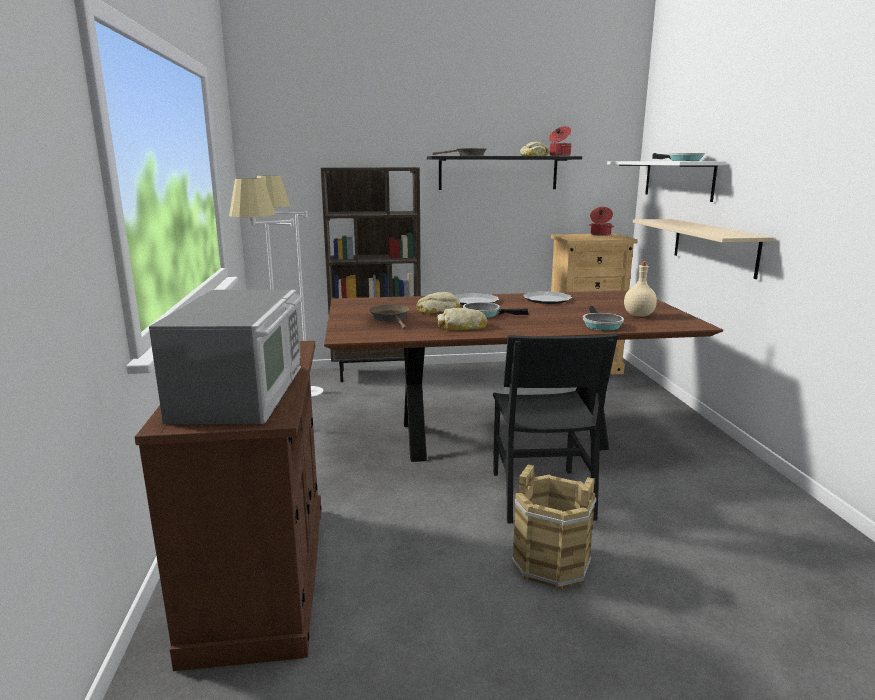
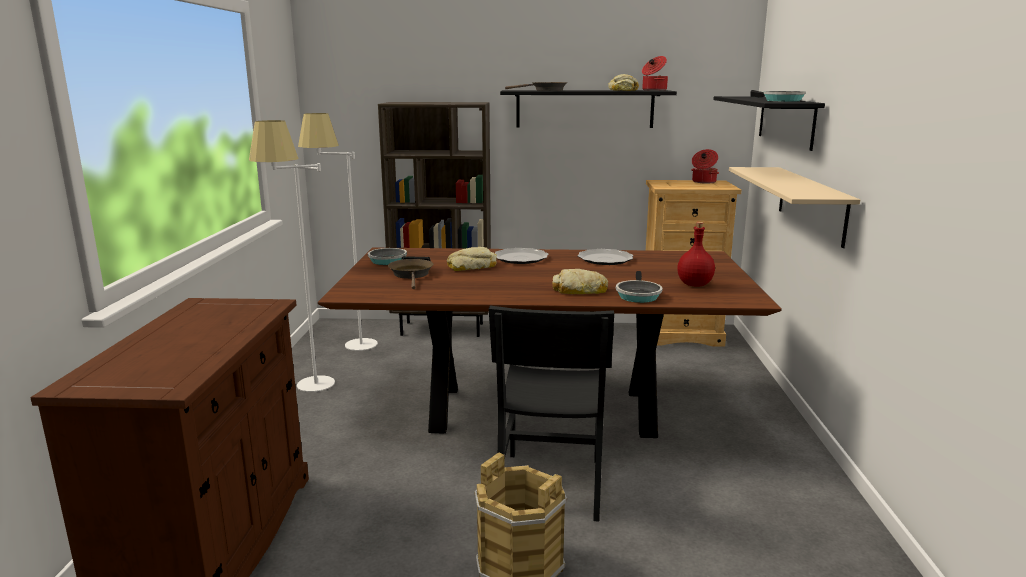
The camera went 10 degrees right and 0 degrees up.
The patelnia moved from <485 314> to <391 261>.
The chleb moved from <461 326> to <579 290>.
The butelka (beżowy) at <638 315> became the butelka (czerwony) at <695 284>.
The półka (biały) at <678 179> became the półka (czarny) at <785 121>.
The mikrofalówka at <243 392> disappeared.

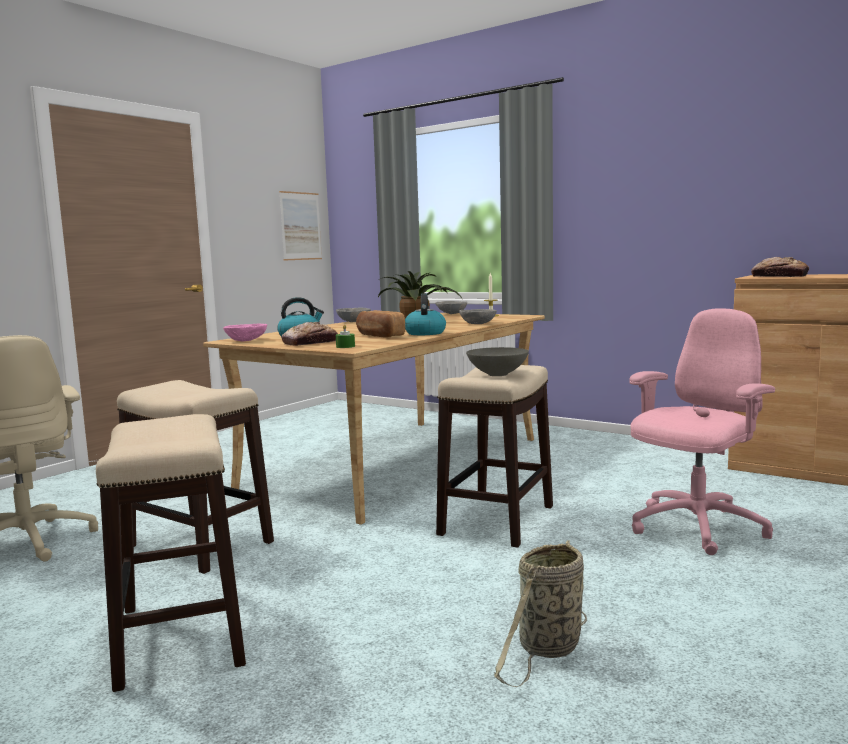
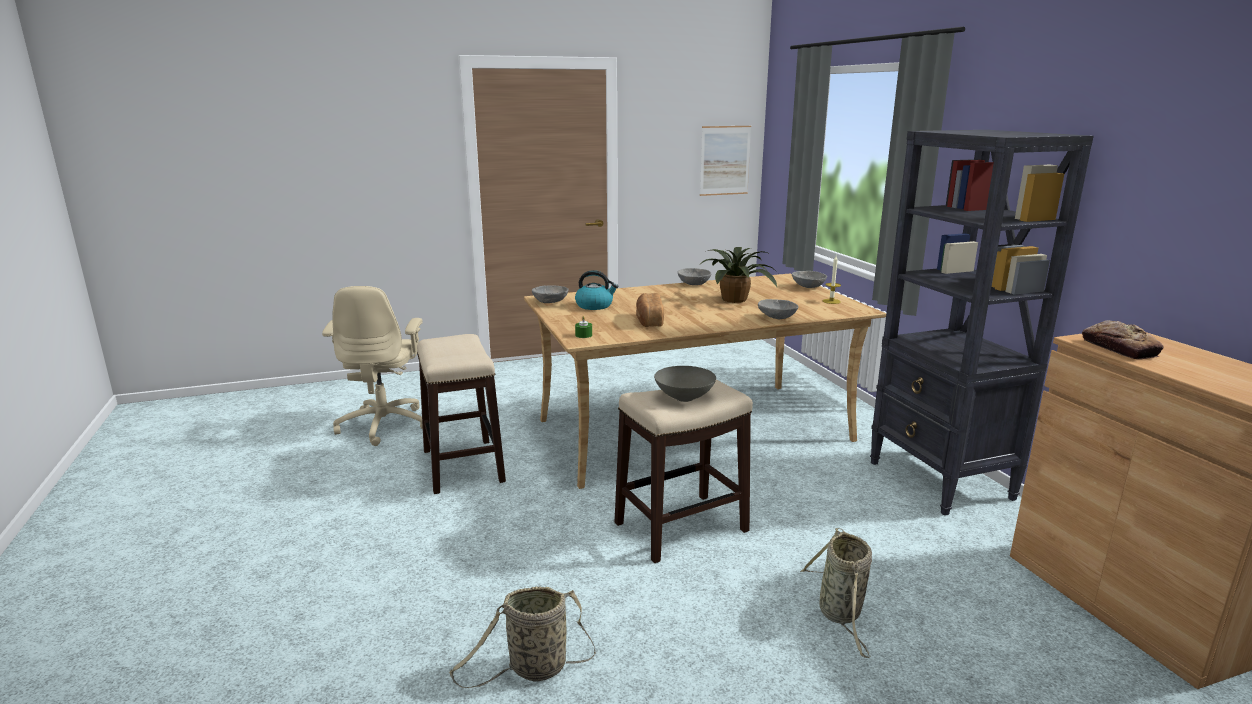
The camera went 35 degrees right and 10 degrees up.
The miska (różowy) at <247 341> became the miska (szary) at <550 302>.
The krzesło biurowe (różowy) at <695 528> was replaced by the koszyk at <840 614>.
The regał (czarny) at <940 481> appeared.
The stołek at <181 635> disappeared.
The chleb at <310 343> disappeared.
The czajnik at <425 333> disappeared.

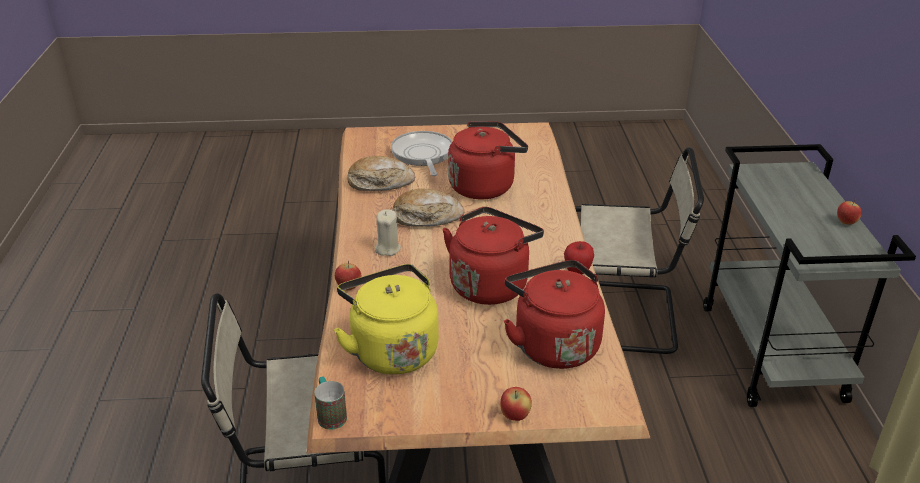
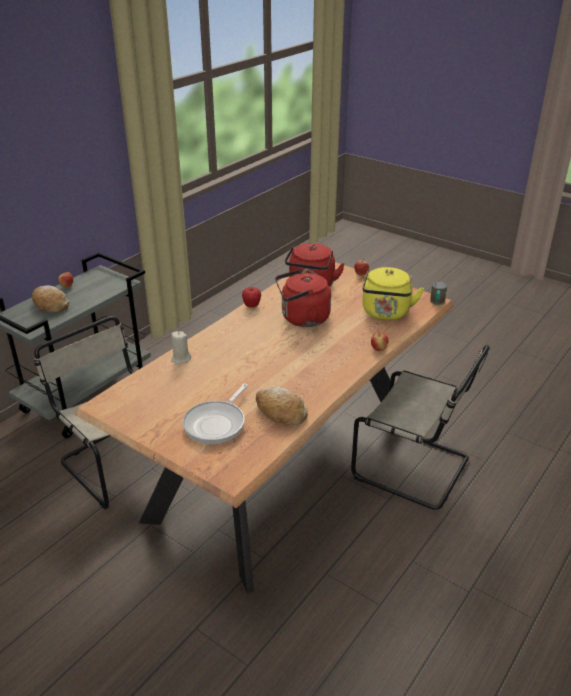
The camera went 140 degrees left and 0 degrees up.
The chleb moved from <427 217> to <50 305>.
The świeca (beżowy) moved from <387 249> to <181 359>.
The czajnik (czerwony) at <485 186> disappeared.

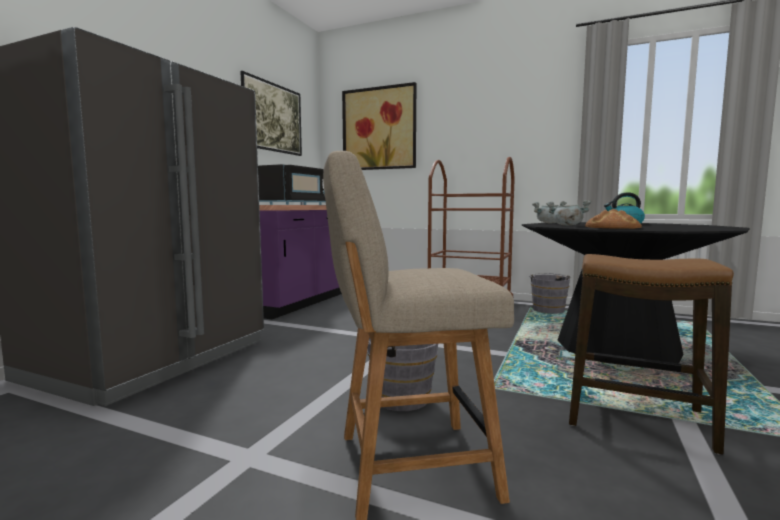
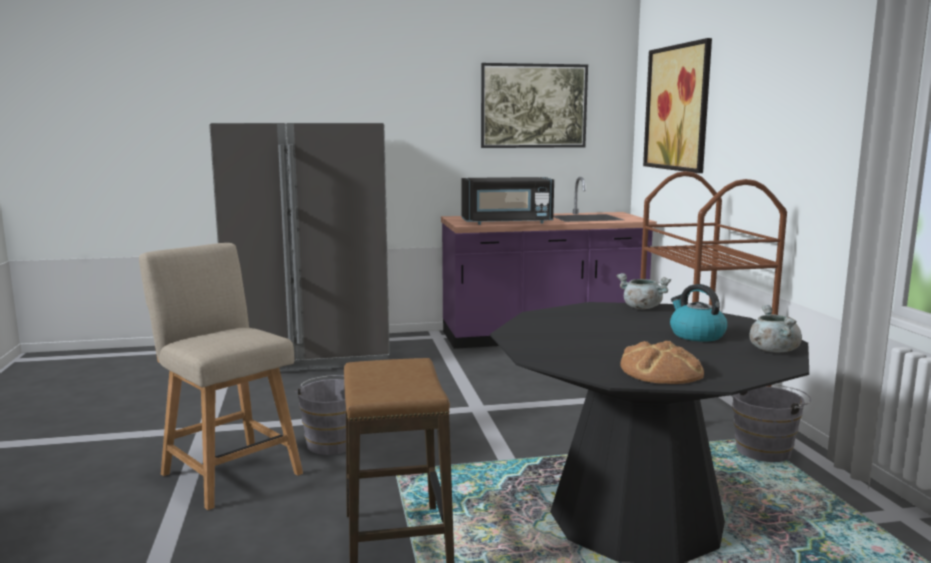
The camera went 55 degrees right and 5 degrees up.
The chleb moved from <612 227> to <660 371>.
The garnek (szary) moved from <566 225> to <772 350>.

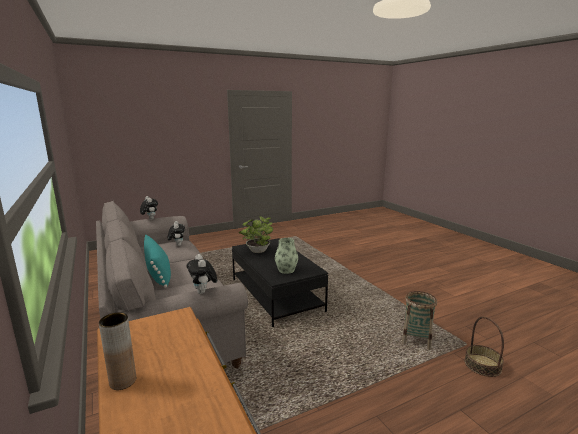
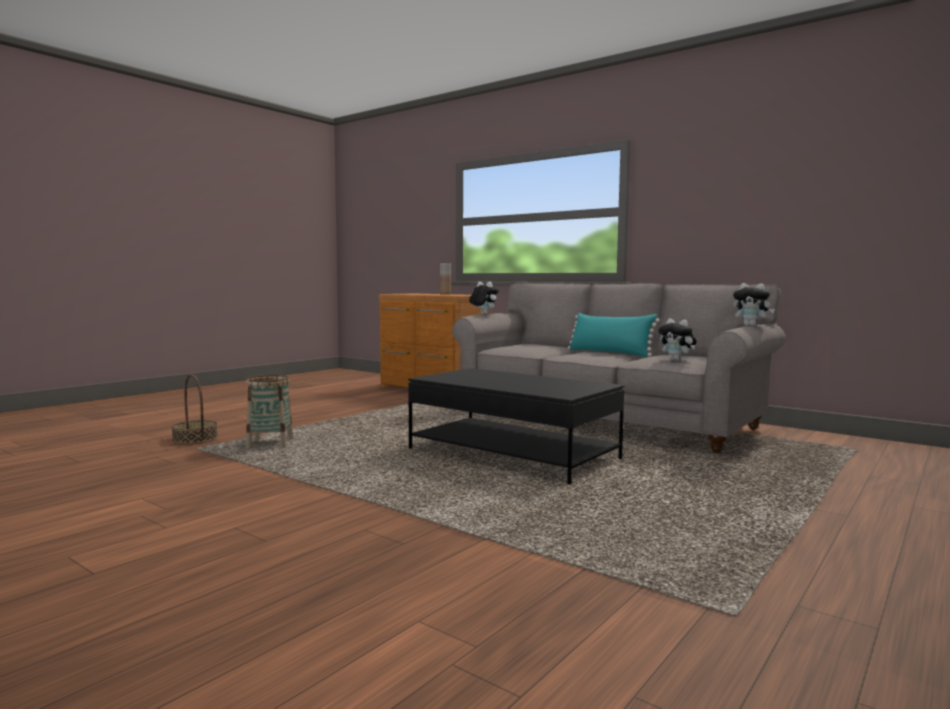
The camera went 155 degrees right and 10 degrees down.
The roślina doniczkowa at <257 252> disappeared.
The wazon at <286 270> disappeared.

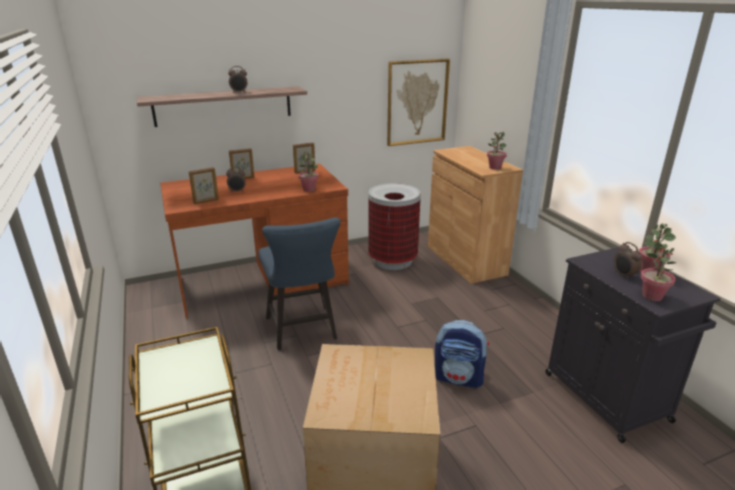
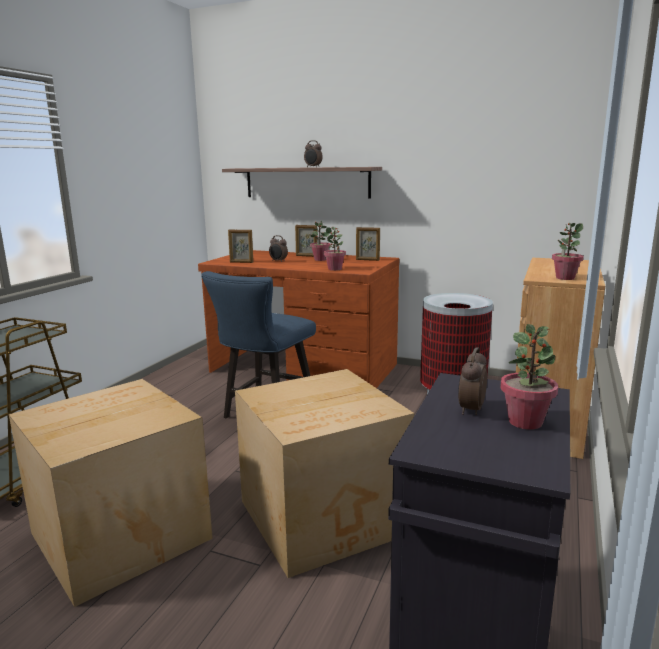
The camera went 45 degrees right and 10 degrees down.
The plecak at <459 378> was replaced by the karton at <324 517>.
The roślina doniczkowa moved from <652 296> to <320 259>.
The obraz at <417 102> disappeared.

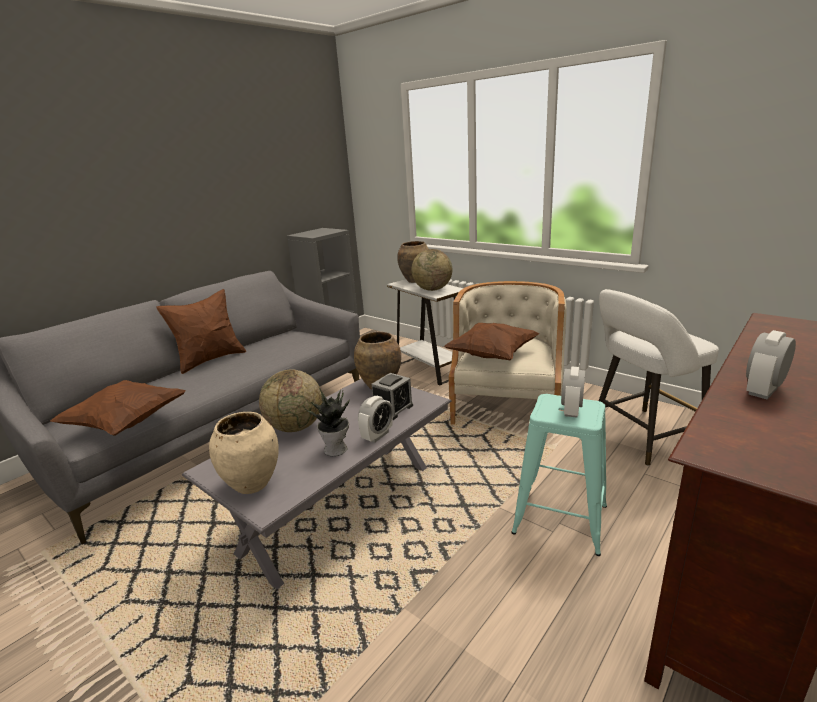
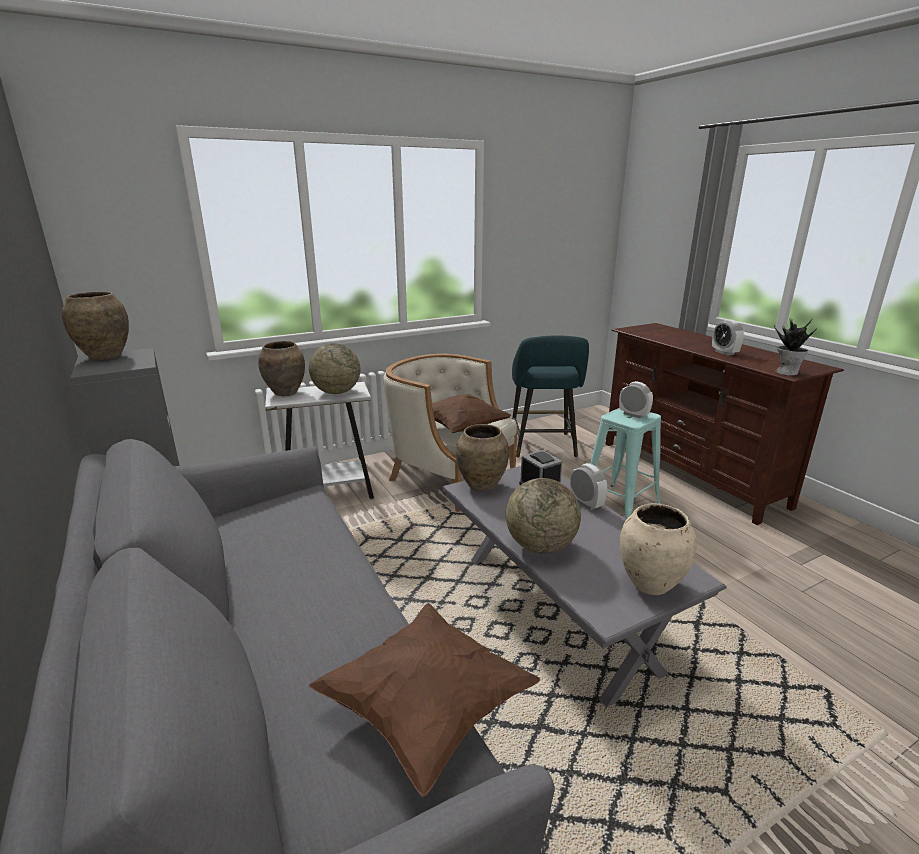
The camera went 70 degrees left and 0 degrees up.
The wazon (brązowy) at <105 357> appeared.
The stołek (biały) at <640 437> became the stołek (turkusowy) at <543 447>.
The roślina doniczkowa moved from <336 449> to <786 372>.
The poduszka (brązowy) at <210 360> disappeared.

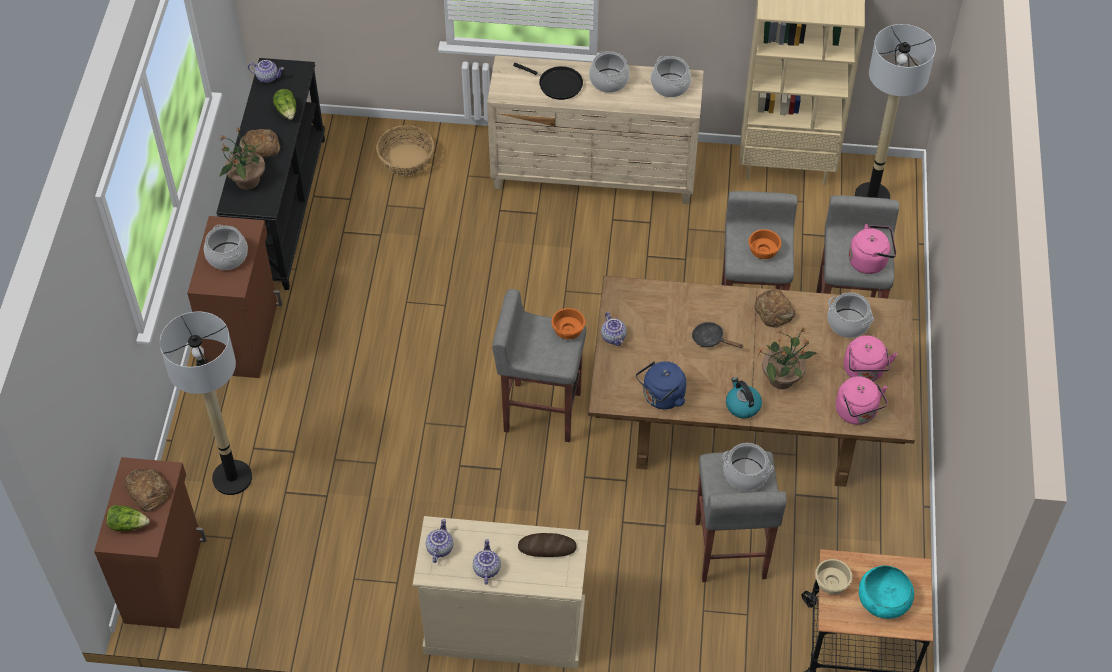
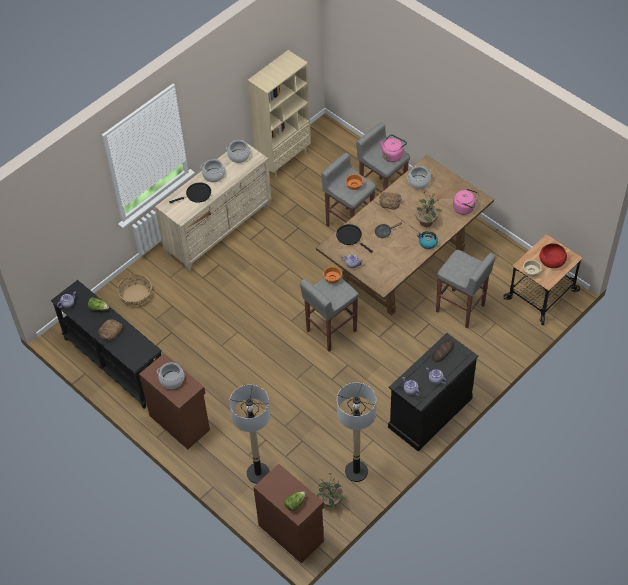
The camera went 50 degrees left and 0 degrees up.
The roślina doniczkowa moved from <247 181> to <330 501>.
The patelnia (czarny) at <350 237> appeared.
The lampa stojąca moved from <871 197> to <356 471>.
The komoda (beżowy) at <504 627> became the komoda (czarny) at <429 412>.
The miska (turkusowy) at <884 599> became the miska (czerwony) at <552 260>.
The chleb at <147 491> disappeared.
The czajnik (niebieski) at <661 397> disappeared.
The garnek at <746 474> disappeared.
The czajnik (różowy) at <864 372> disappeared.

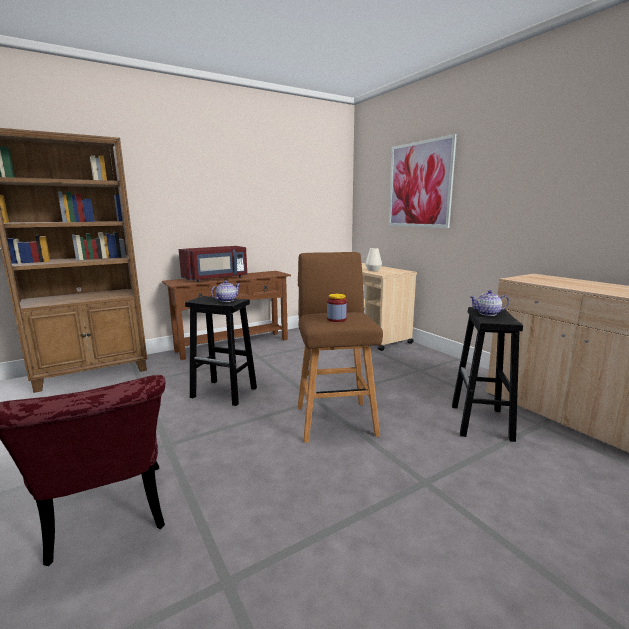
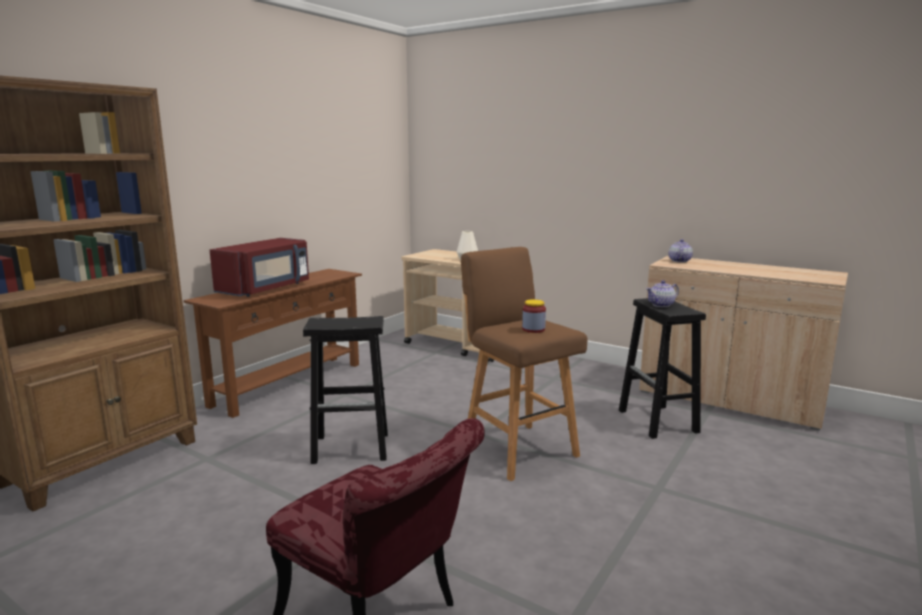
The camera went 25 degrees left and 0 degrees up.
The imbryk moved from <226 300> to <679 261>.
The obraz at <419 185> disappeared.

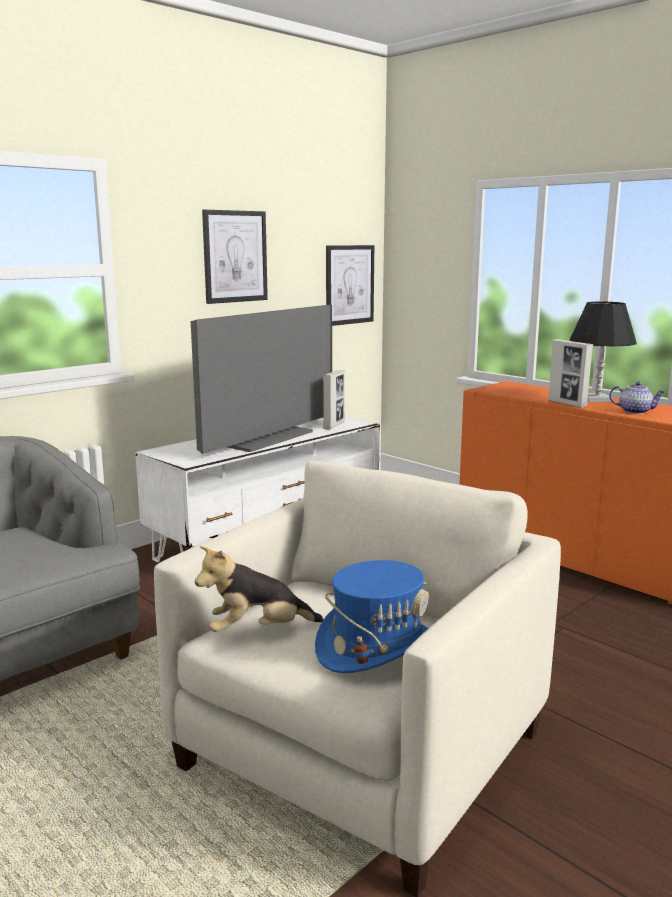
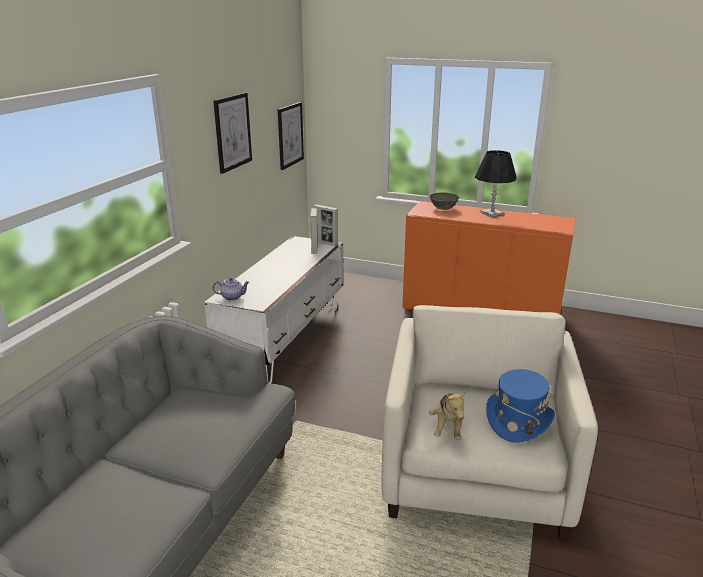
The camera went 25 degrees left and 10 degrees up.
The imbryk moved from <635 411> to <232 297>.
The ramka na zdjęcie moved from <567 404> to <326 243>.
The miska (szary) at <443 208> appeared.
The pluszak at <257 631> turned 45 degrees counterclockwise.
The telewizor at <265 437> disappeared.

